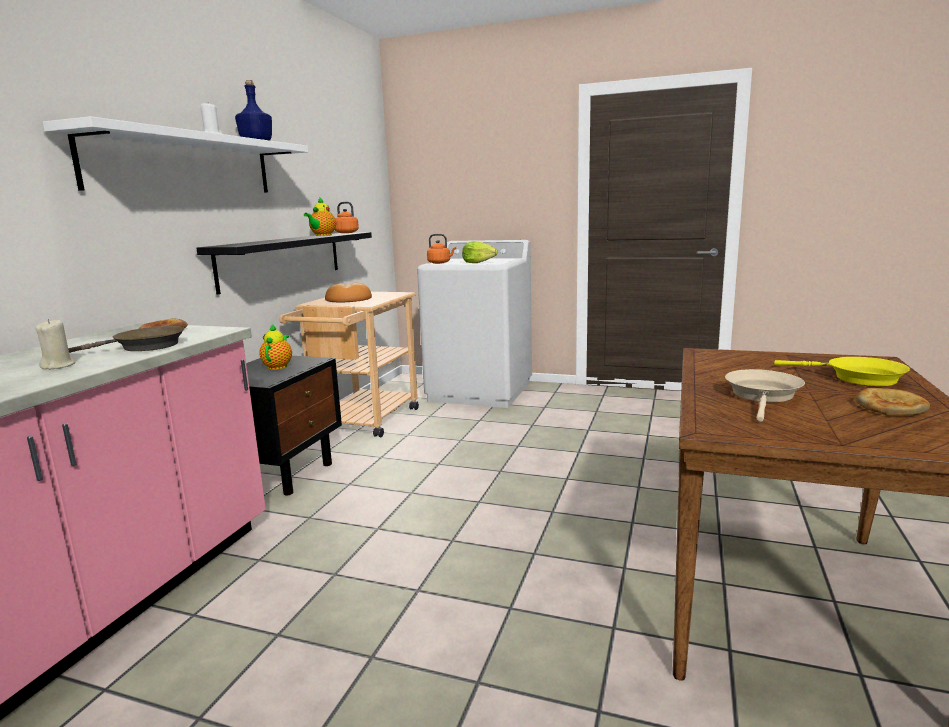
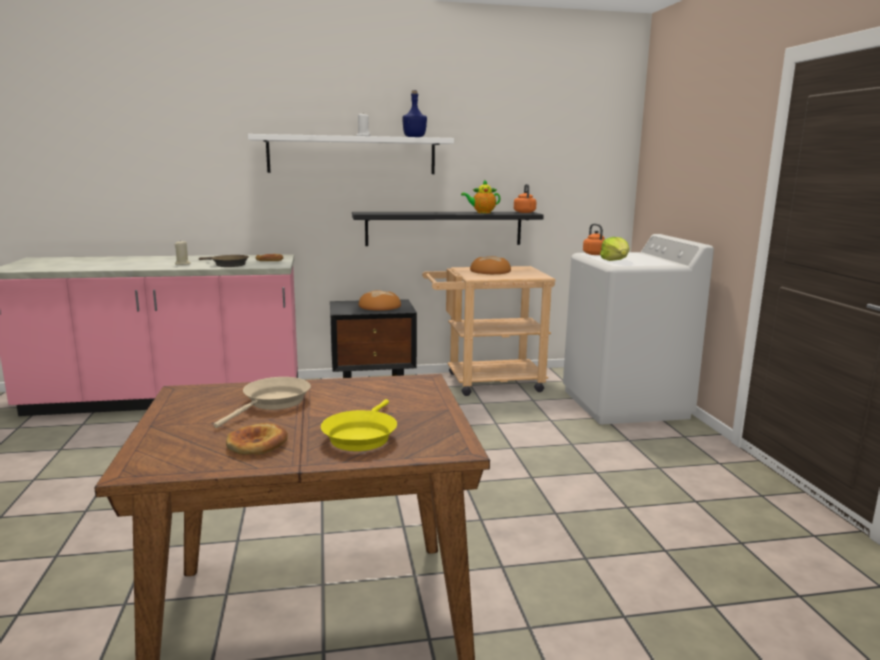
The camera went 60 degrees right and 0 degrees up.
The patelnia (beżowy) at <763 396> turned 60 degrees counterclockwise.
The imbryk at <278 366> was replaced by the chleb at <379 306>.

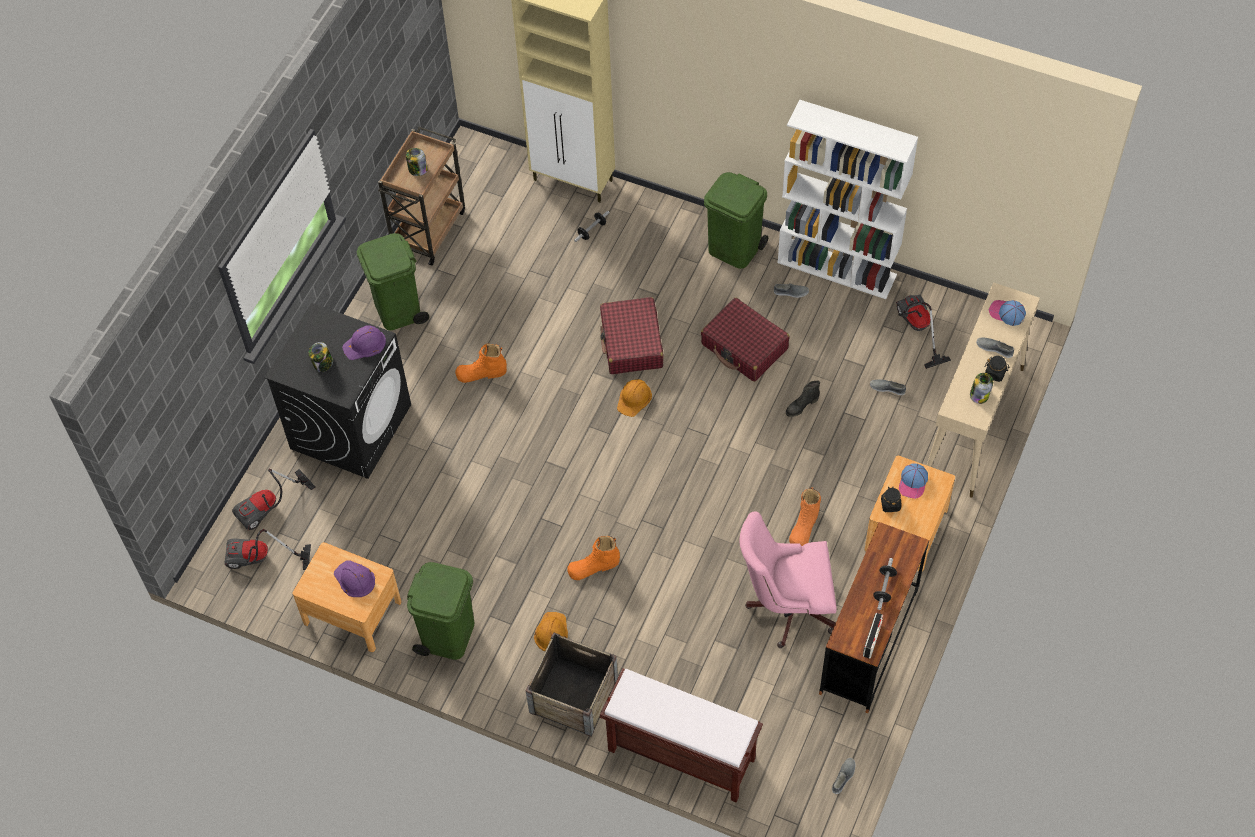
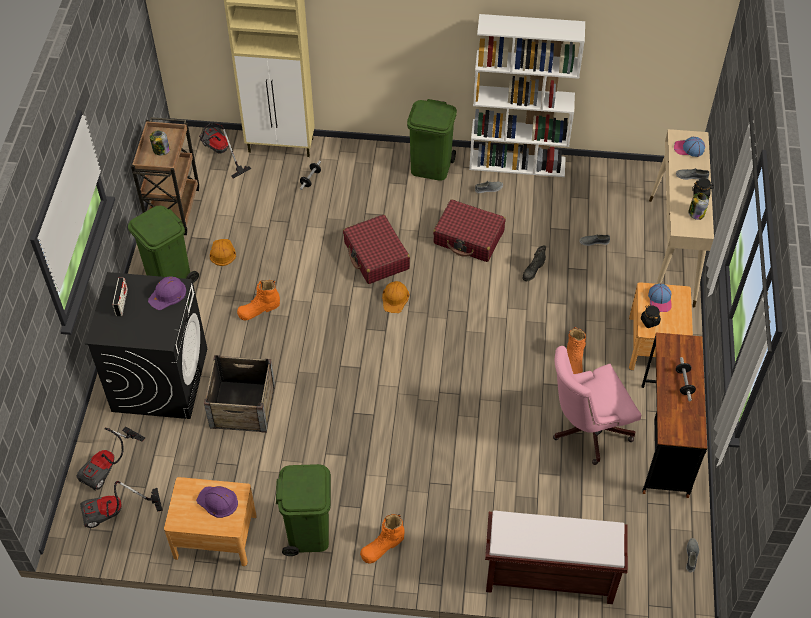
The camera went 20 degrees left and 5 degrees down.
The radio moved from <872 640> to <122 302>.
The odkurzacz moved from <916 329> to <219 153>.
The skrzynka moved from <573 695> to <242 406>.
The kask (pomarańczowy) moved from <551 632> to <222 252>.
The but z cholewką (pomarańczowy) moved from <594 566> to <382 546>.
The słoik at <323 364> disappeared.

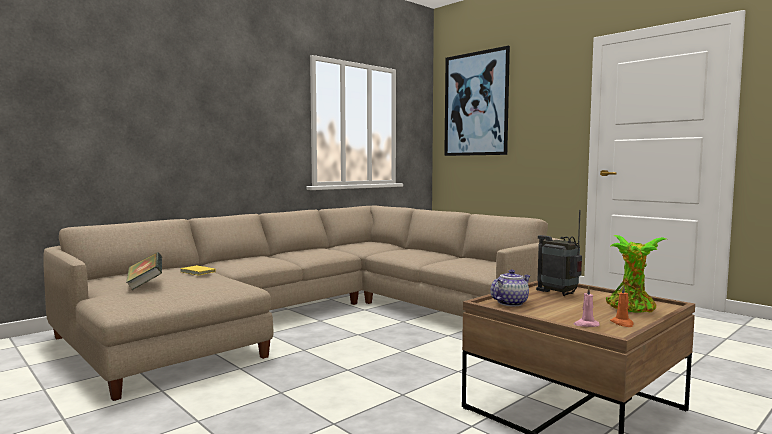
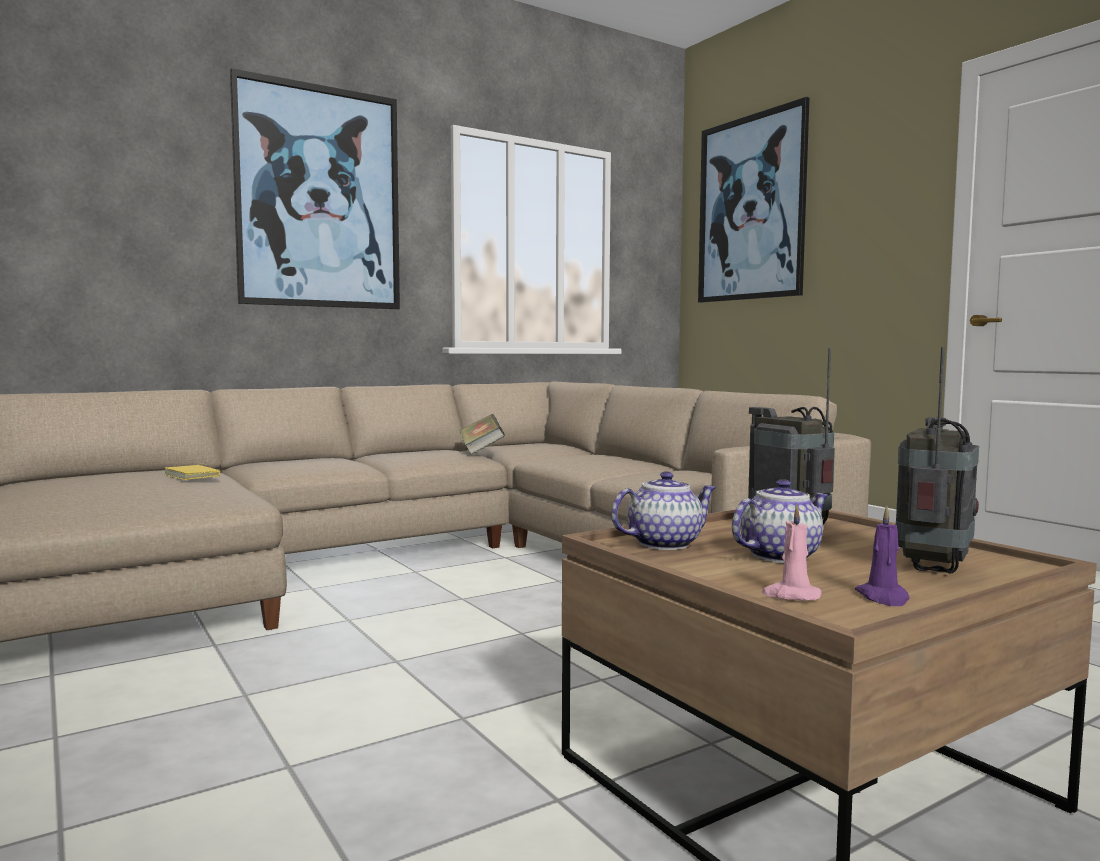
The camera went 10 degrees right and 0 degrees up.
The obraz at <319 198> appeared.
The książka moved from <145 285> to <481 451>.
The imbryk at <780 556> appeared.
The świeca (pomarańczowy) at <622 323> became the świeca (fioletowy) at <883 598>.
The roślina doniczkowa at <632 309> was replaced by the radio at <933 567>.

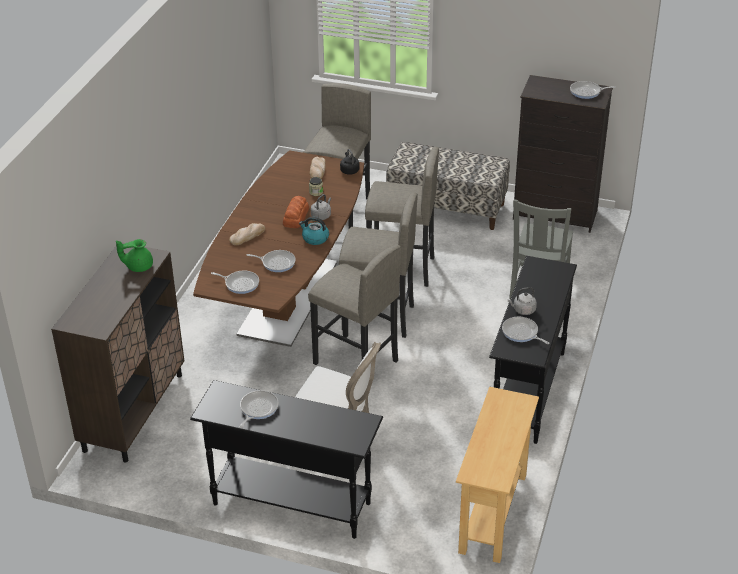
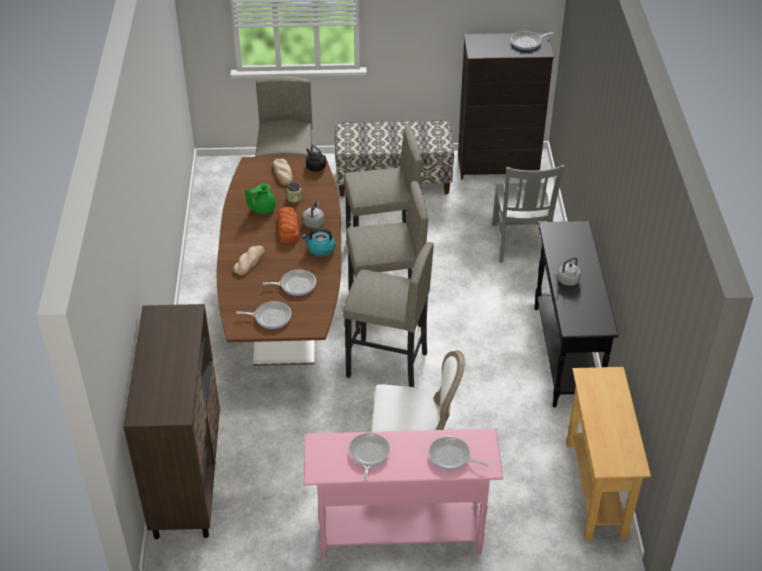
The camera went 20 degrees left and 5 degrees up.
The imbryk (zielony) moved from <138 266> to <262 208>.
The stolik konsolowy (czarny) at <291 503> became the stolik konsolowy (różowy) at <399 534>.
The patelnia moved from <521 333> to <451 457>.

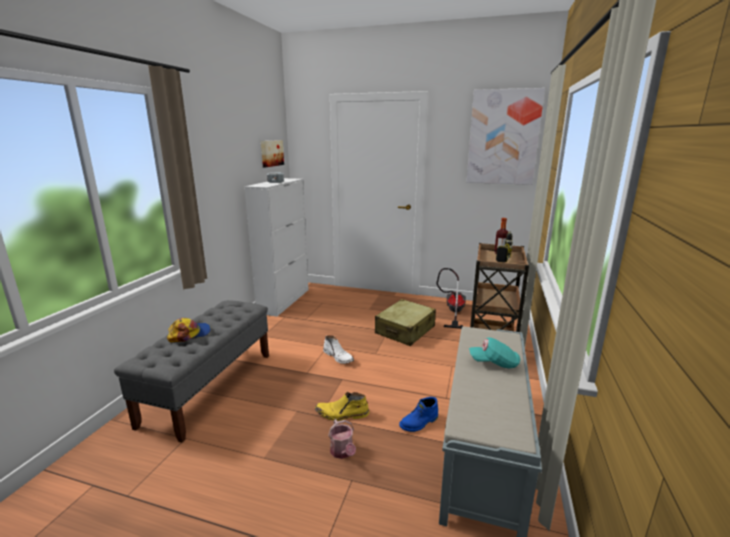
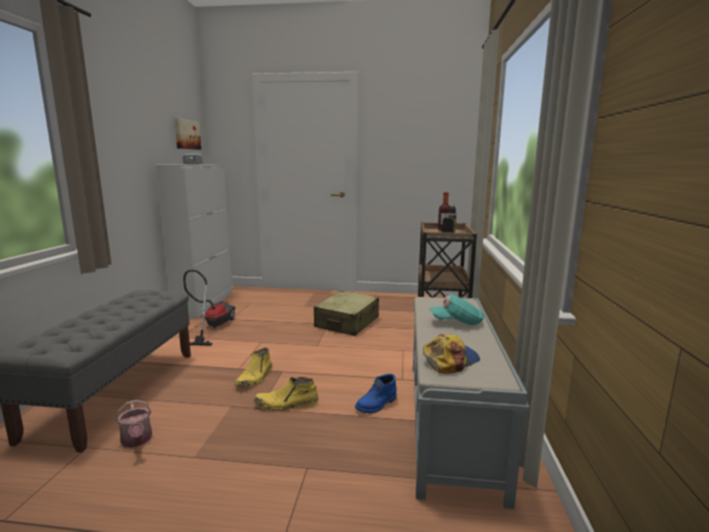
The camera went 10 degrees left and 5 degrees down.
The konewka moved from <342 452> to <137 441>.
The odkurzacz moved from <452 312> to <212 327>.
The but z cholewką (żółty) at <255 378> appeared.
The czapka z daszkiem moved from <190 334> to <450 360>.
The but z cholewką (biały) at <338 357> disappeared.
The obraz at <503 137> disappeared.

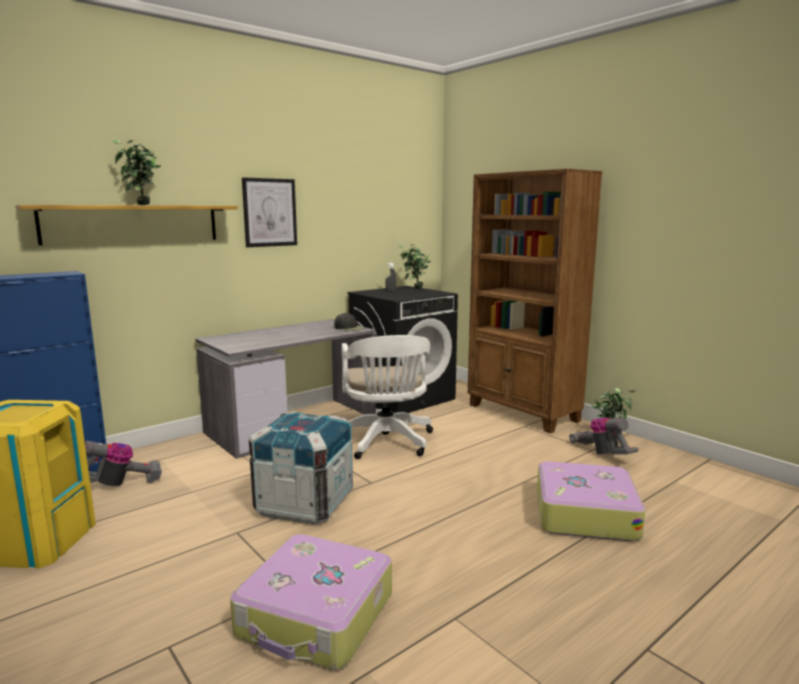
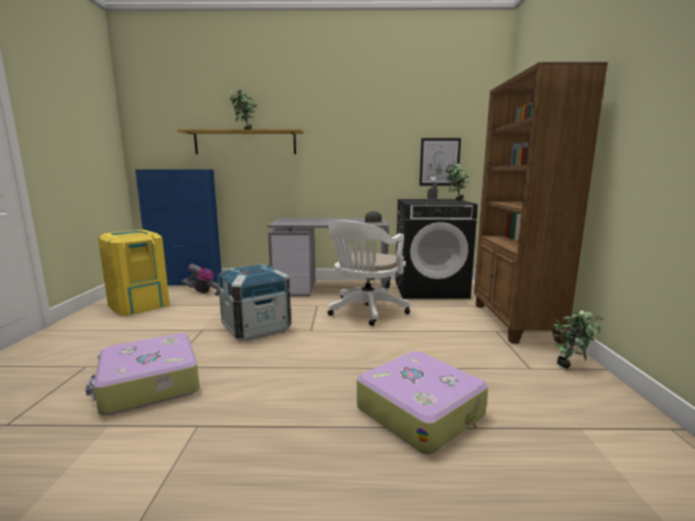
The camera went 40 degrees right and 0 degrees up.
The obraz moved from <270 212> to <439 162>.
The odkurzacz at <601 453> disappeared.

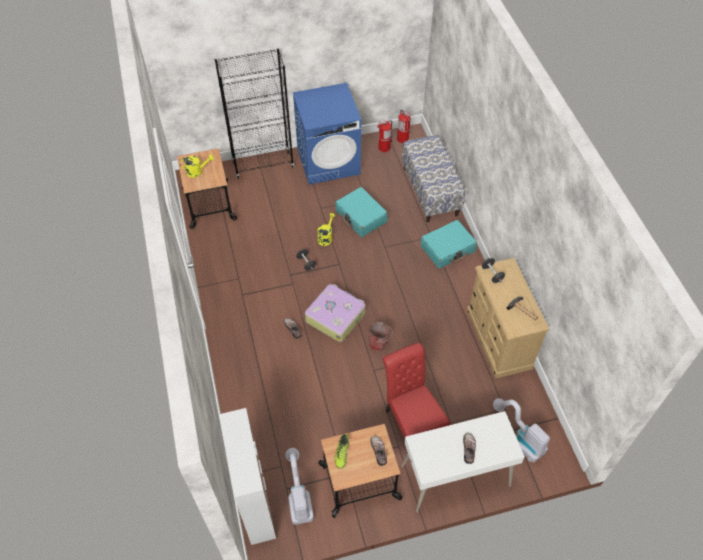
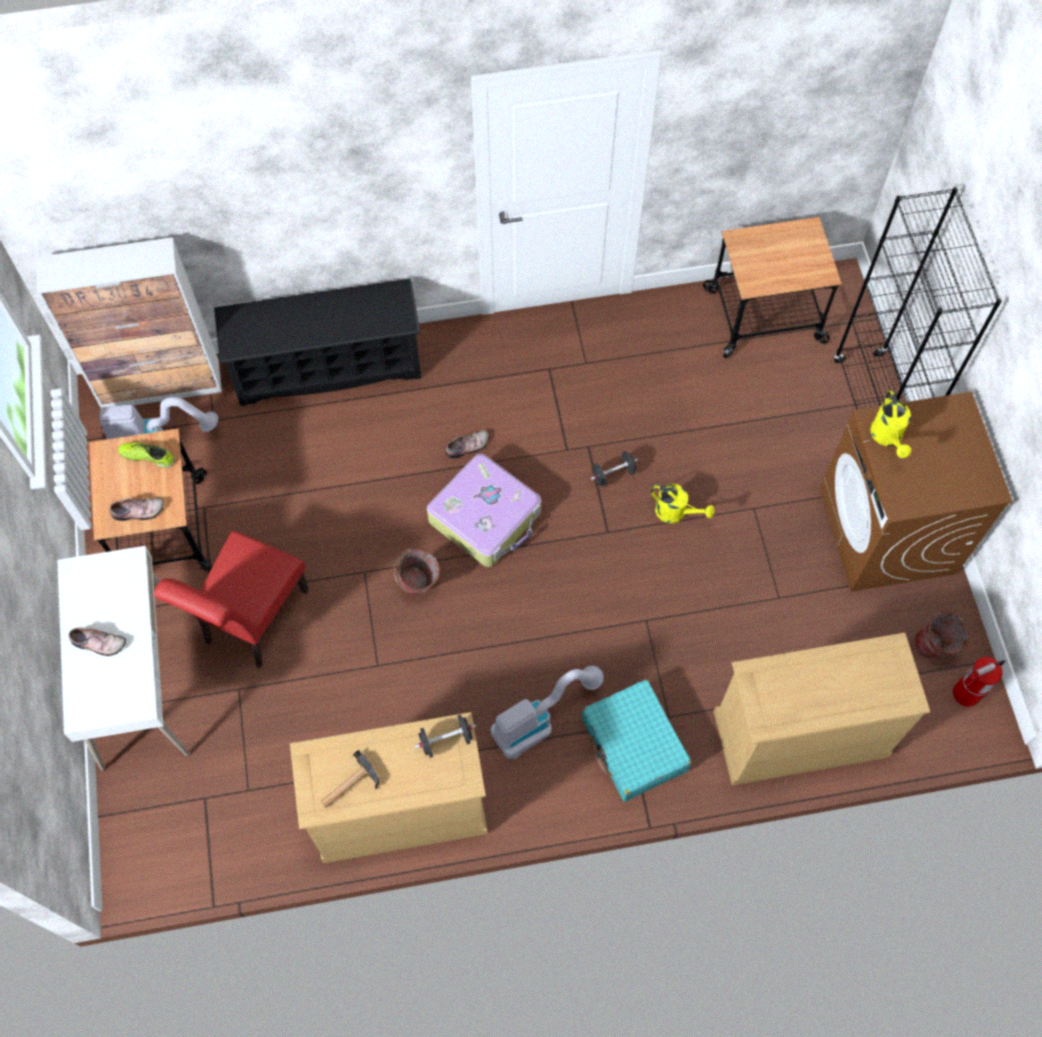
The camera went 95 degrees right and 10 degrees up.
The krzesło (czerwony) at <411 422> turned 135 degrees clockwise.
The regał na buty (czarny) at <328 367> appeared.
The odkurzacz moved from <519 438> to <539 721>.
The ławka at <430 191> was replaced by the komoda (beżowy) at <799 733>.
The pralka (niebieski) at <329 161> became the pralka (brązowy) at <887 531>.
The konewka (żółty) moved from <197 171> to <888 438>.
The gaśnica at <384 148> was replaced by the wiadro at <934 649>.
The walizka (turkusowy) at <361 217> disappeared.

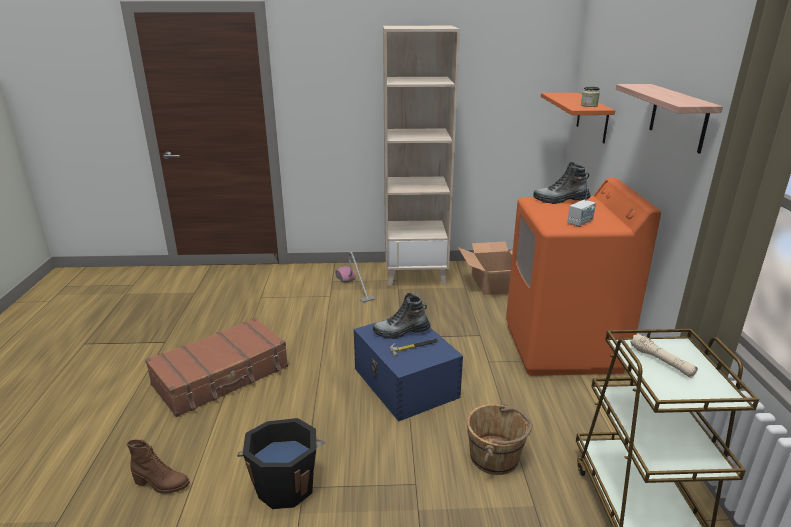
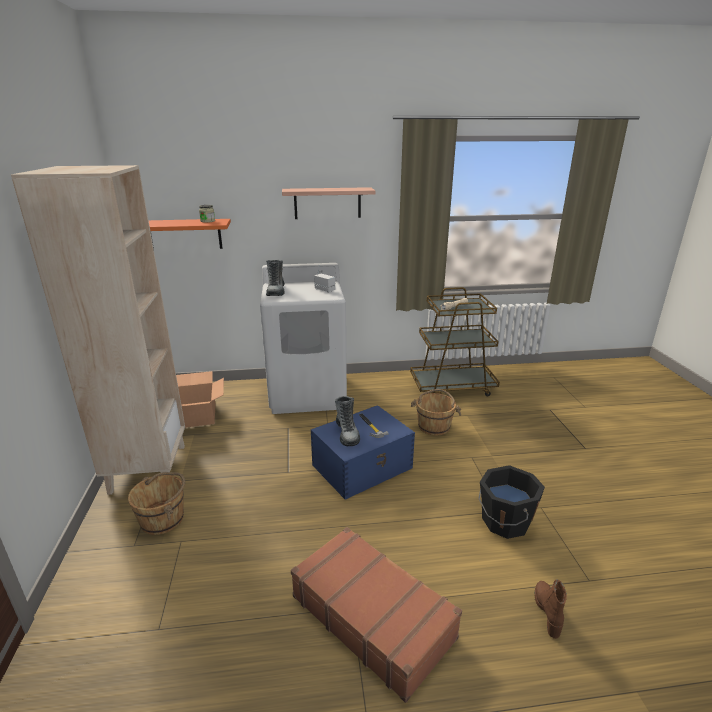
The camera went 95 degrees left and 0 degrees up.
The odkurzacz at <354 287> was replaced by the wiadro (brązowy) at <163 519>.
The pralka (pomarańczowy) at <562 347> became the pralka (biały) at <307 393>.

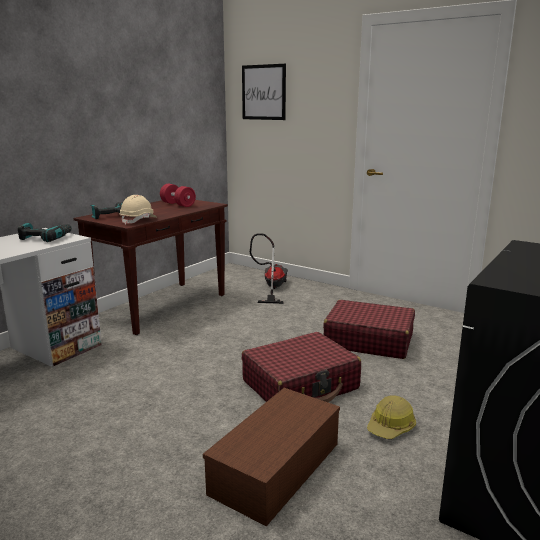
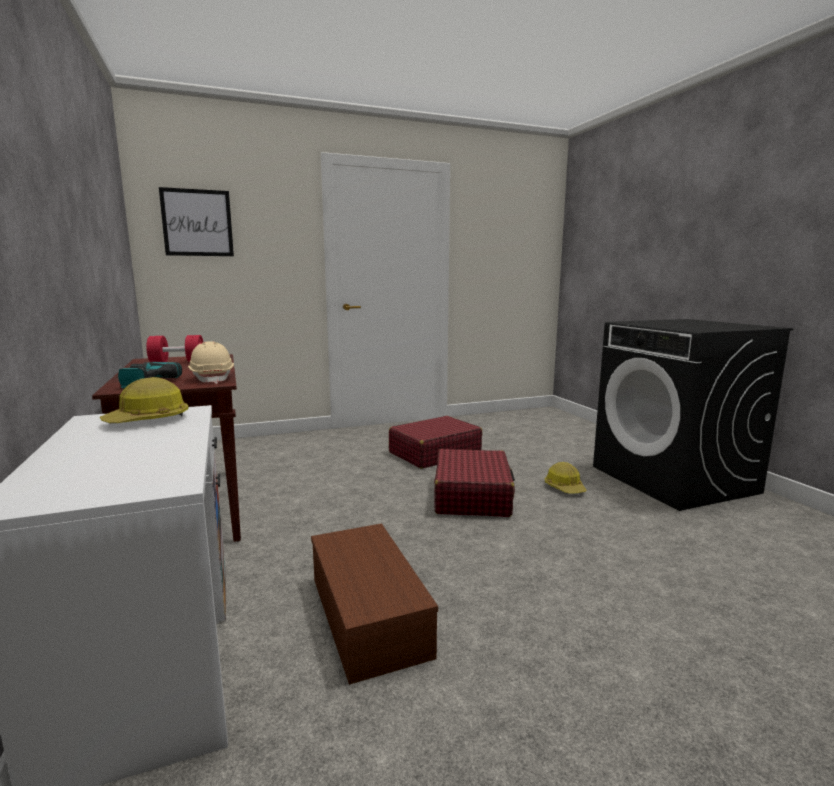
The camera went 55 degrees left and 5 degrees down.
The wiertarka at <46 238> was replaced by the kask at <148 420>.
The pojemnik do przechowywania (brązowy) moved from <276 469> to <370 616>.
The odkurzacz at <271 288> disappeared.

